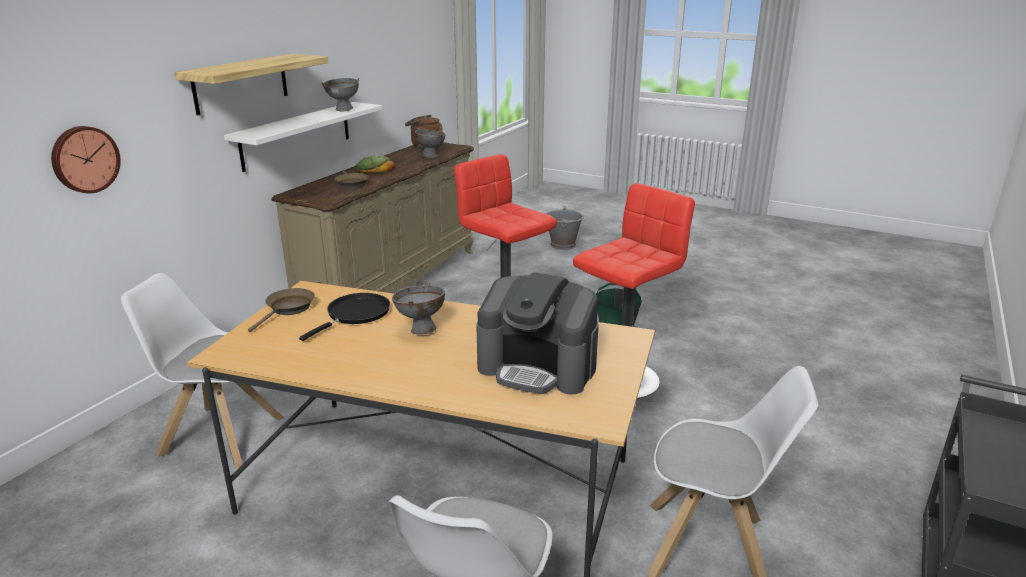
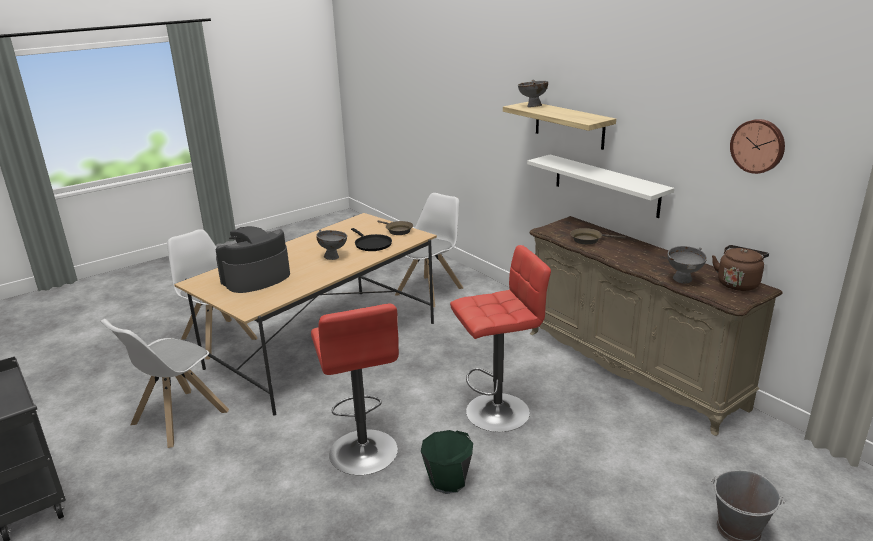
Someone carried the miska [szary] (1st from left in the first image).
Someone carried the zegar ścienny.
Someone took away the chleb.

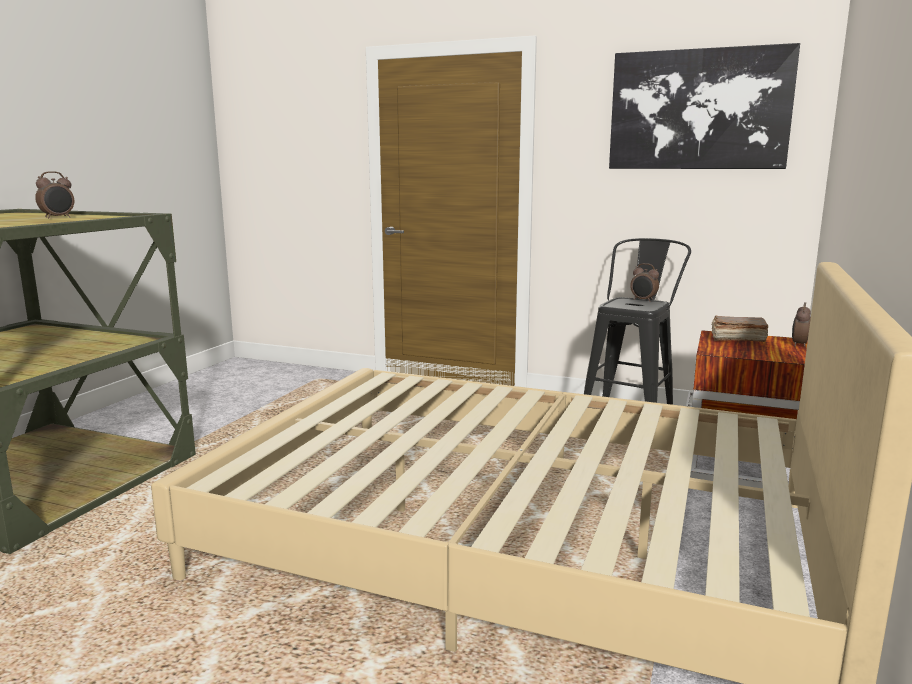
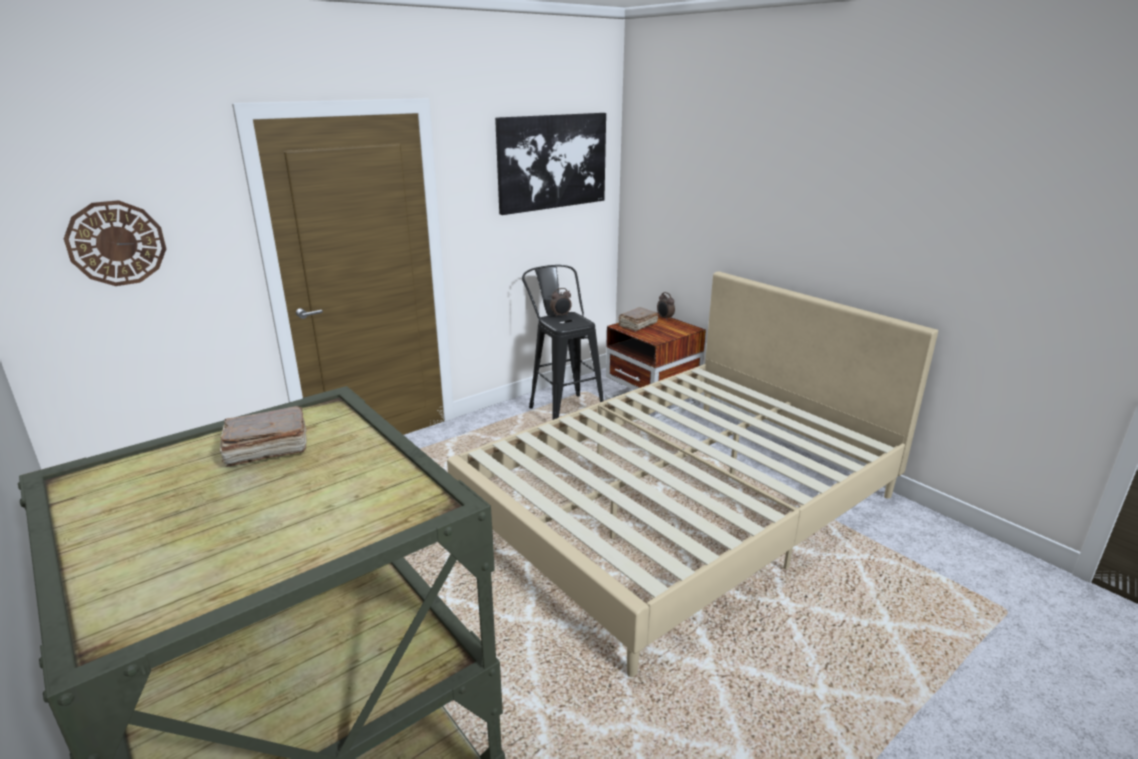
Someone put up the zegar ścienny.
Someone swapped the budzik (1st from left) for the książka [brązowy] (1st from left).

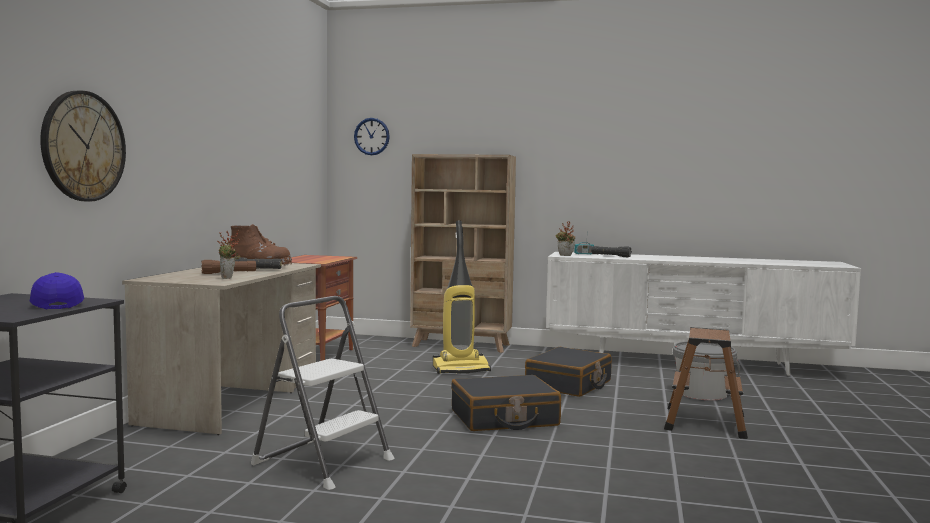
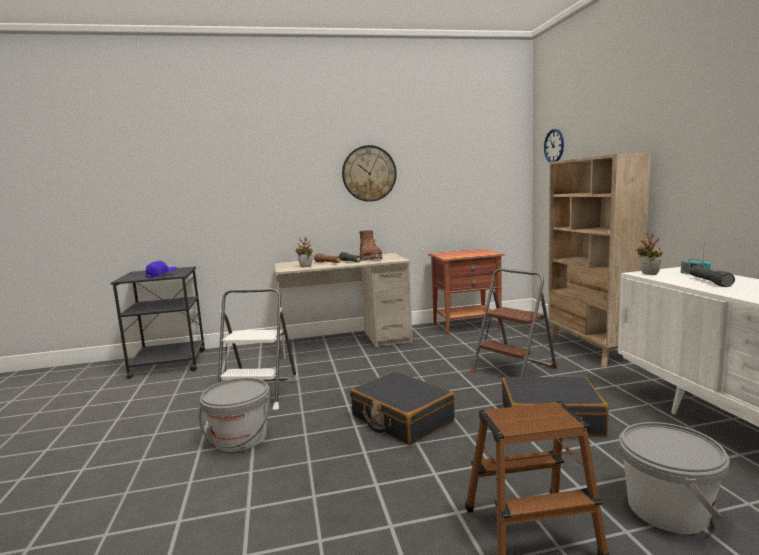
Someone put down the wiadro [szary] (1st from left).
Someone carried the zegar ścienny (1st from left).
Someone swapped the odkurzacz for the drabinka [brązowy] (1st from left).

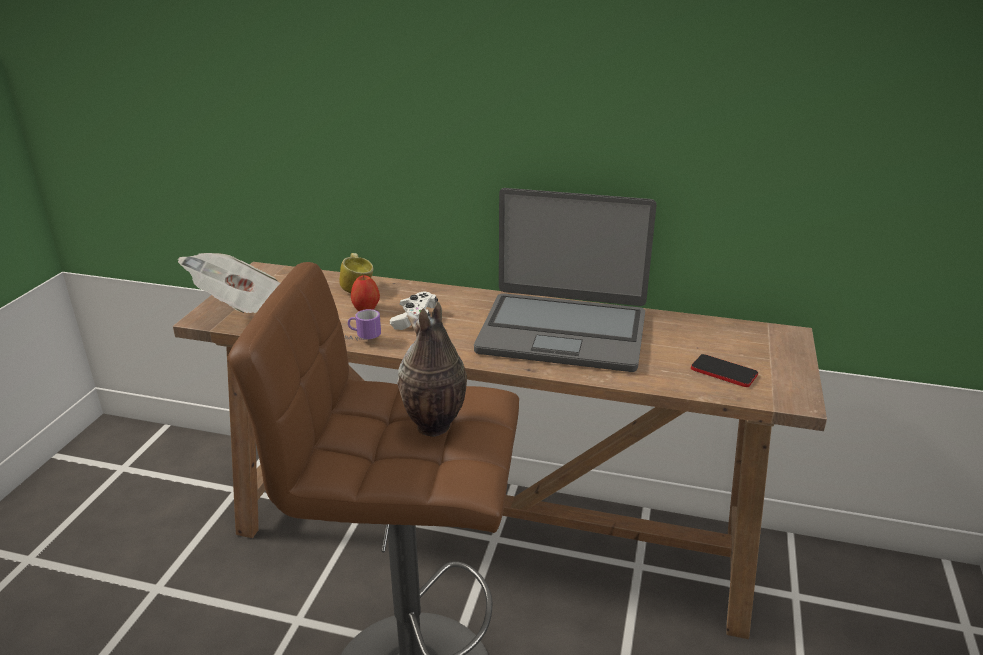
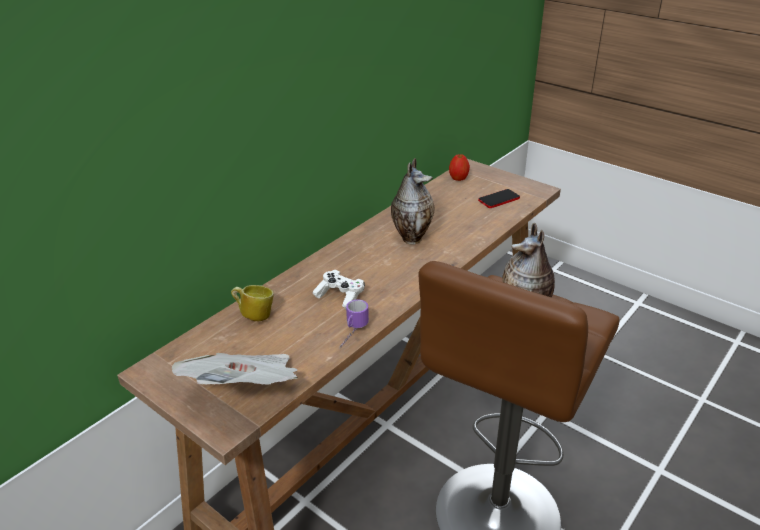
Someone swapped the laptop for the wazon (1st from left).
Someone carried the jabłko.

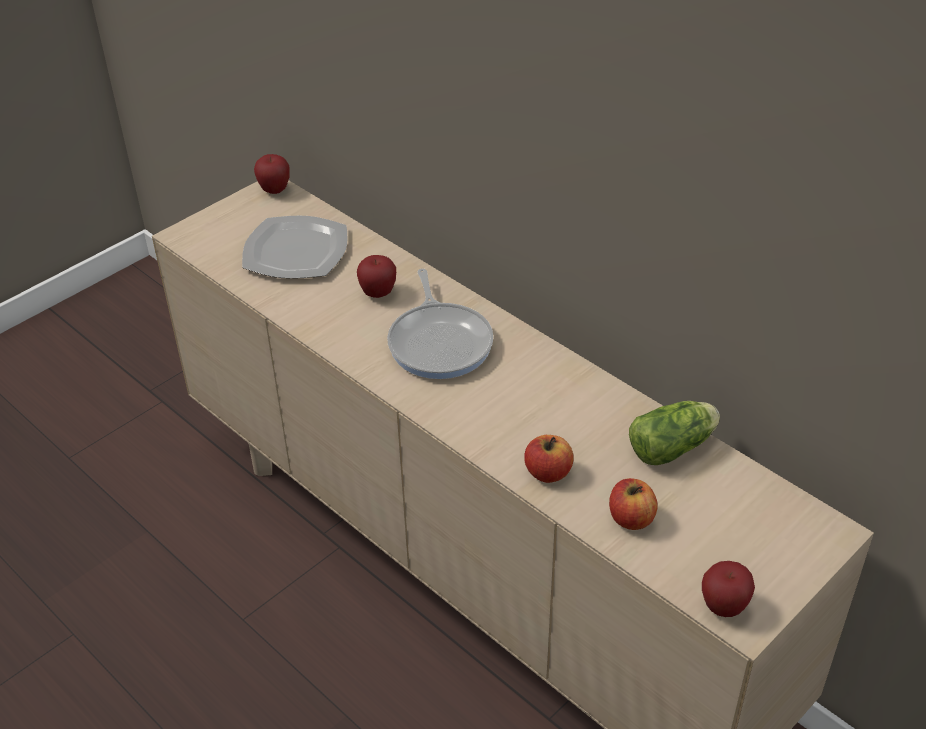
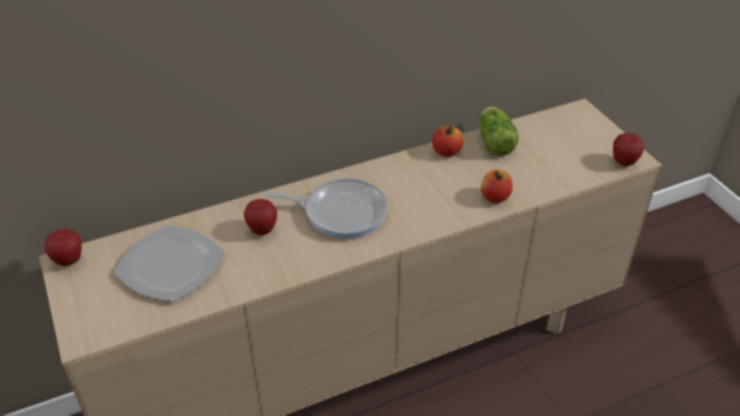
Someone carried the jabłko (4th from left in the first image).

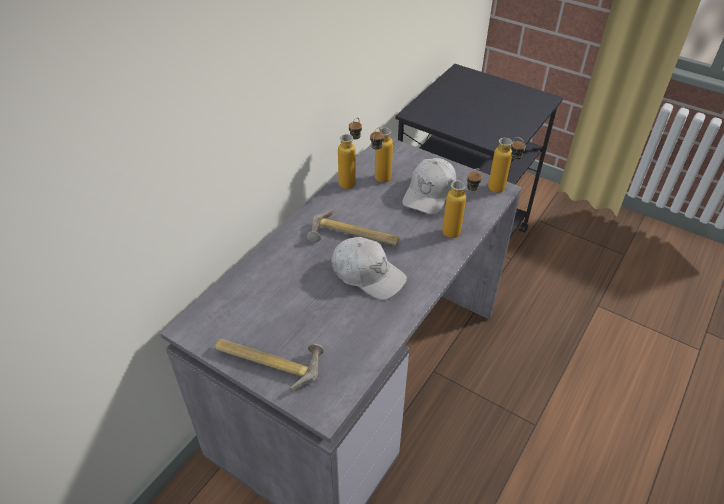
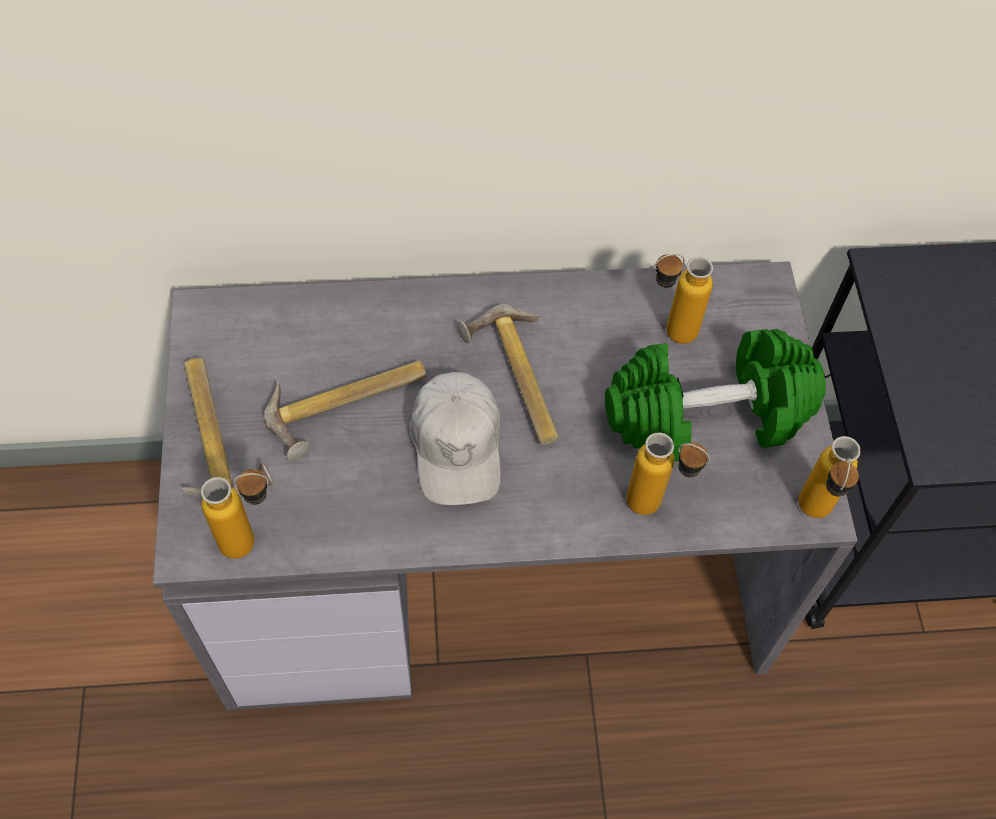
Someone carried the butelka (1st from left).
Someone put down the młotek (2nd from left).
Someone swapped the czapka z daszkiem [biały] (2nd from left) for the hantel [zielony].

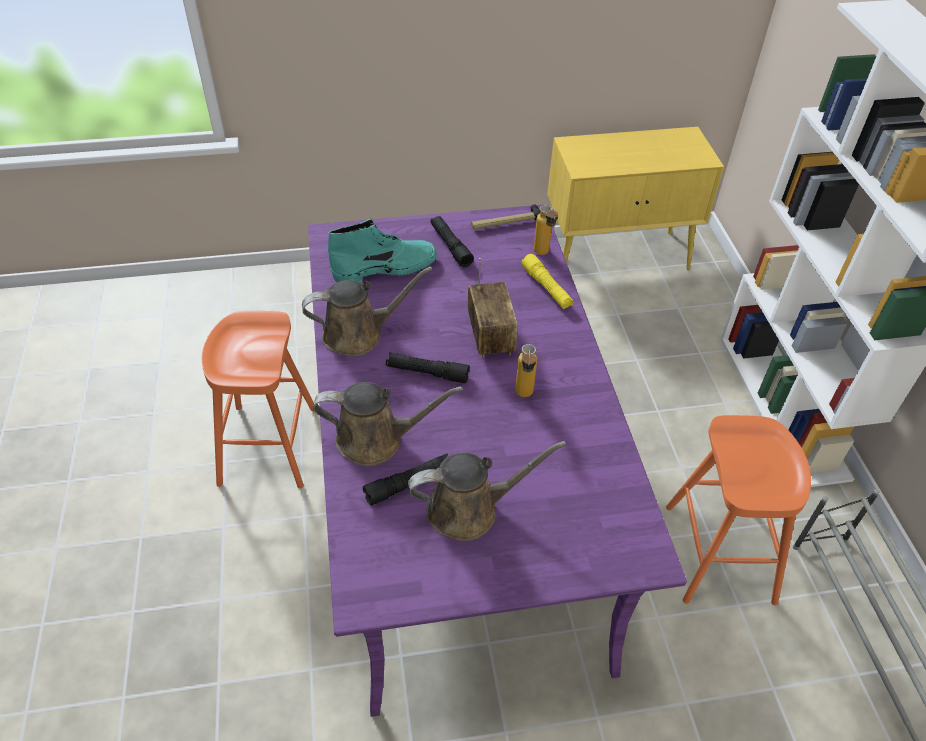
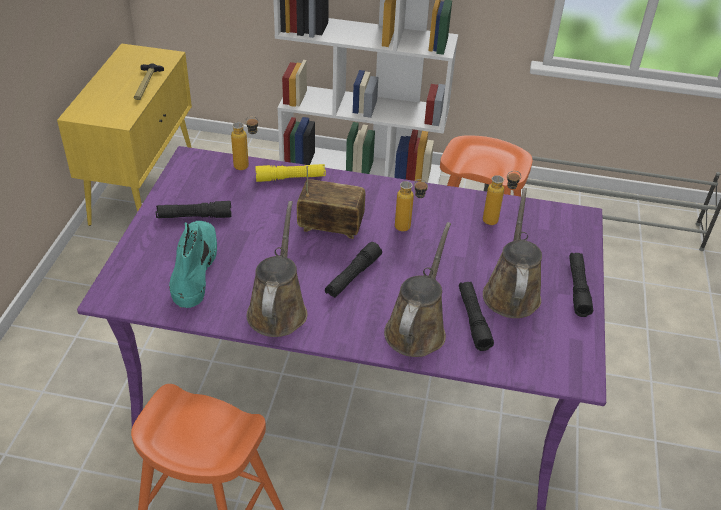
Someone carried the młotek.
Someone put down the butelka (3rd from left).
Someone put down the latarka [czarny] (4th from left).

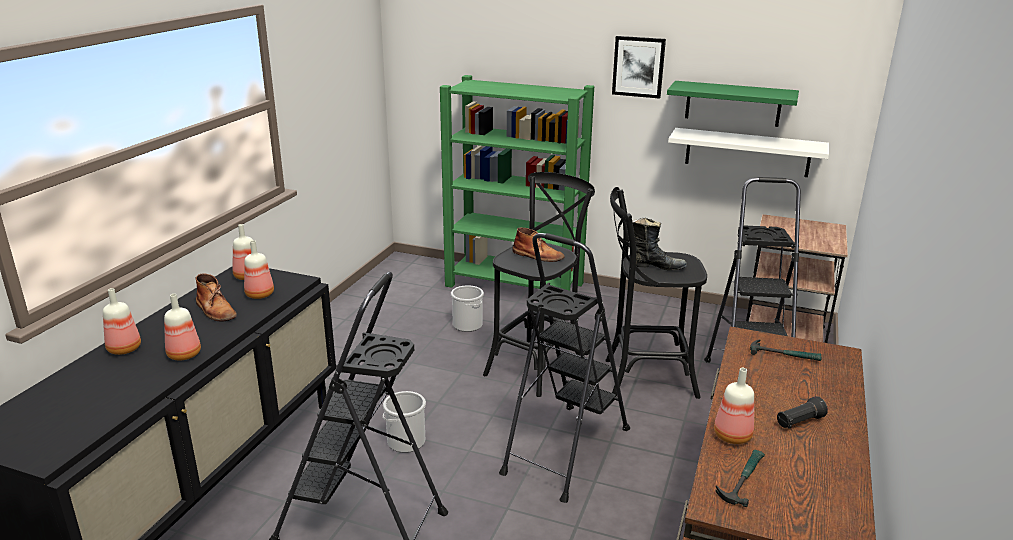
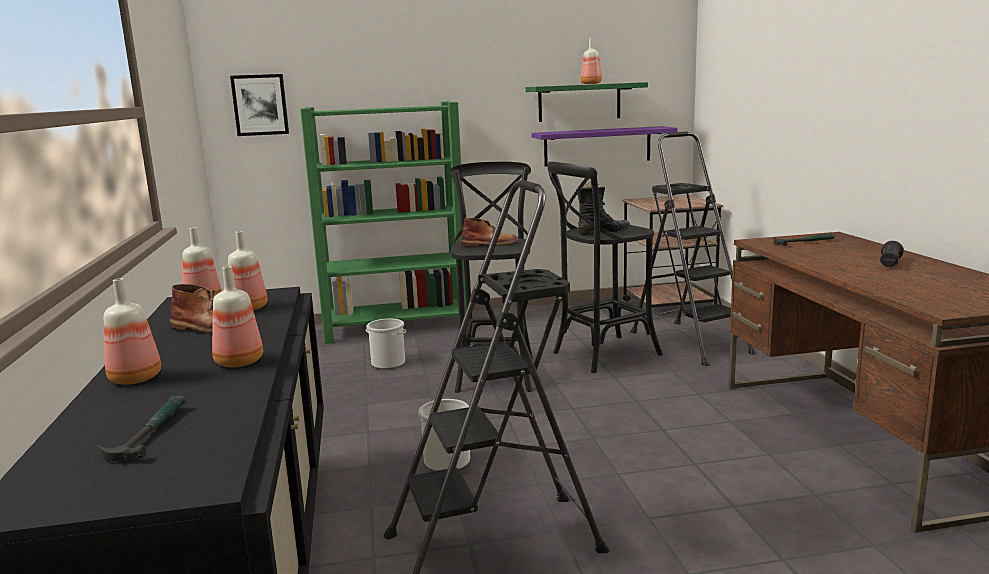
Someone carried the młotek (1st from left).
Someone carried the obraz.
Someone repainted the półka [biały], which became the półka [fioletowy].
Someone carried the butelka (5th from left).
Someone took away the drabinka (2nd from left).

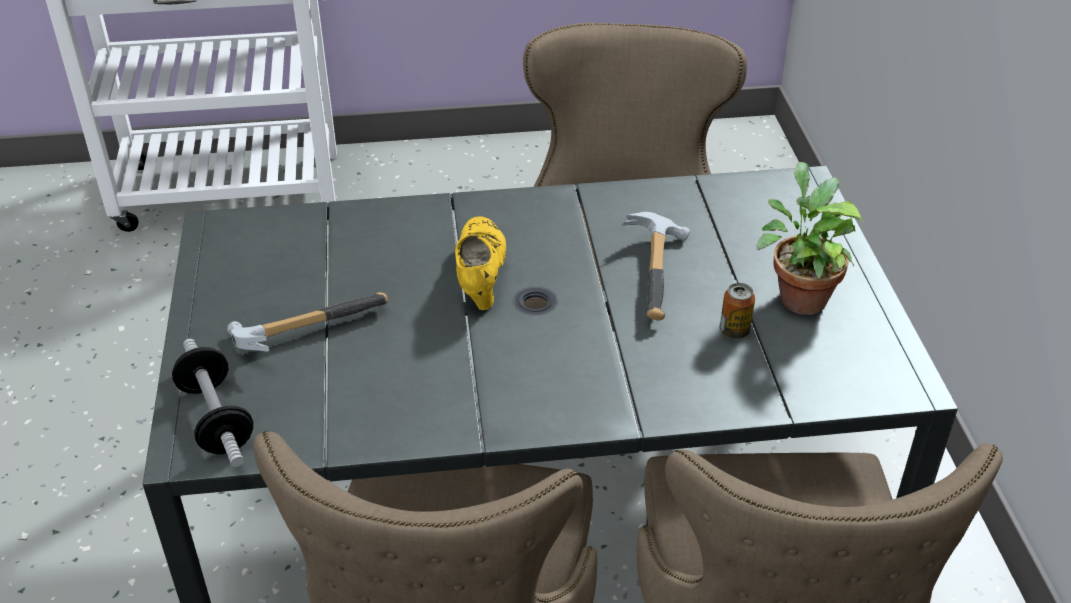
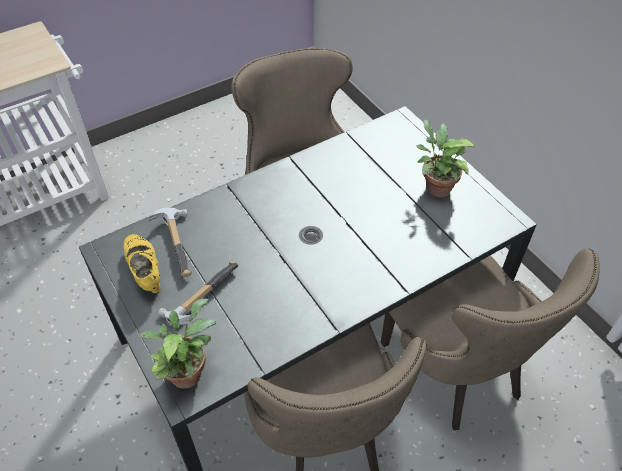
Someone carried the but [żółty].
Someone swapped the hantel for the roślina doniczkowa (1st from left).
Someone carried the młotek (2nd from left in the first image).
Someone took away the puszka.

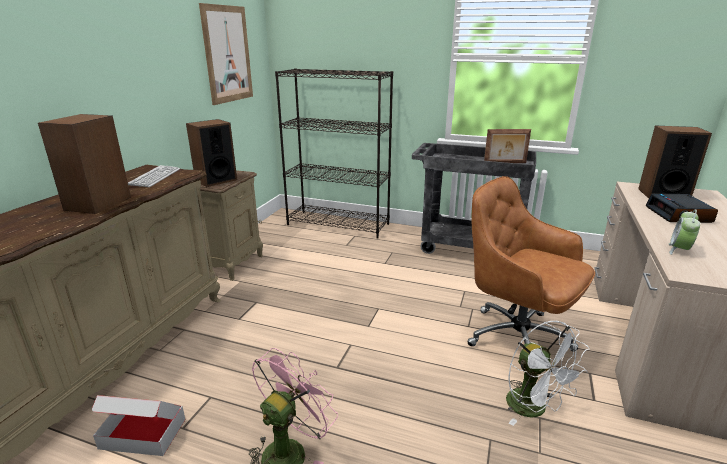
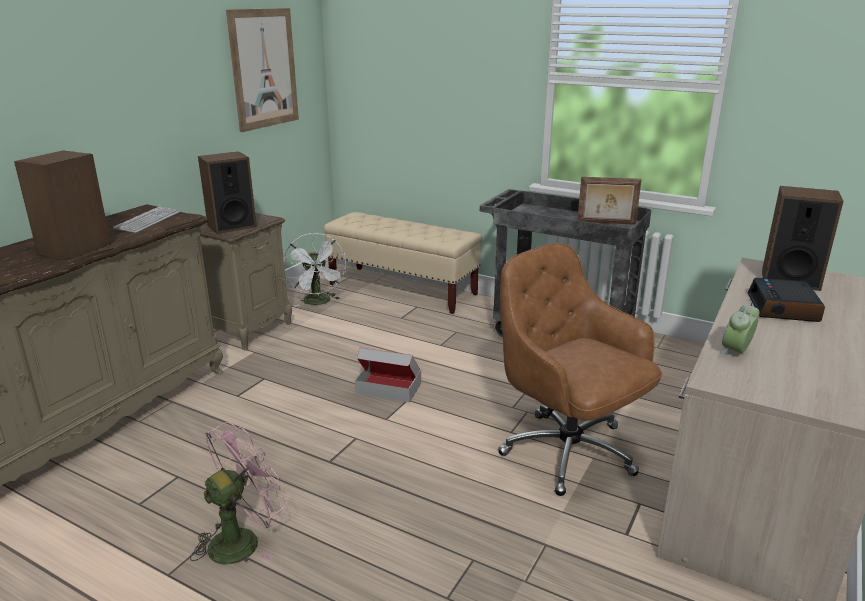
Someone carried the wentylator [biały].
Someone swapped the regał [czarny] for the ławka [beżowy].
Someone carried the karton.

